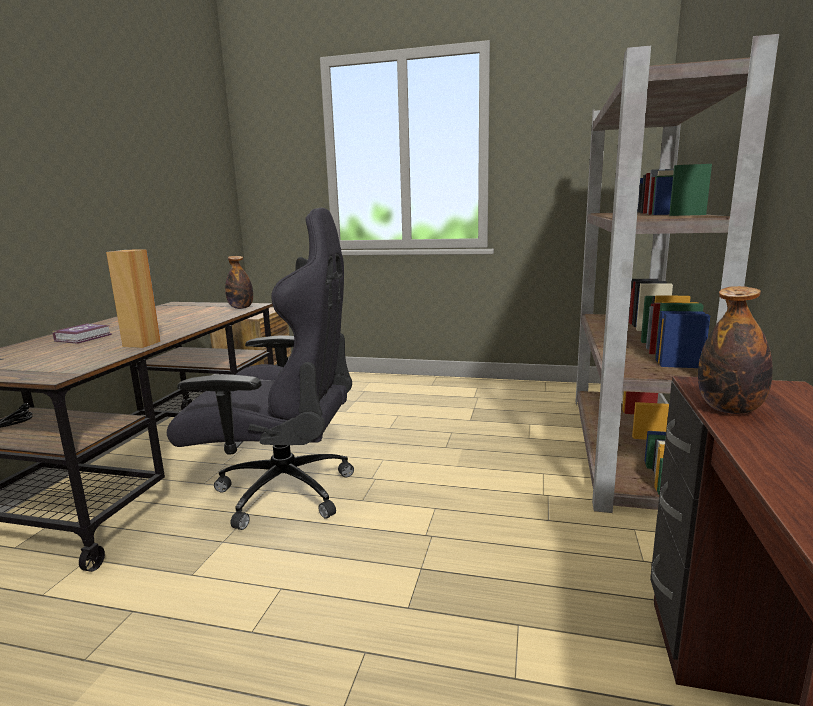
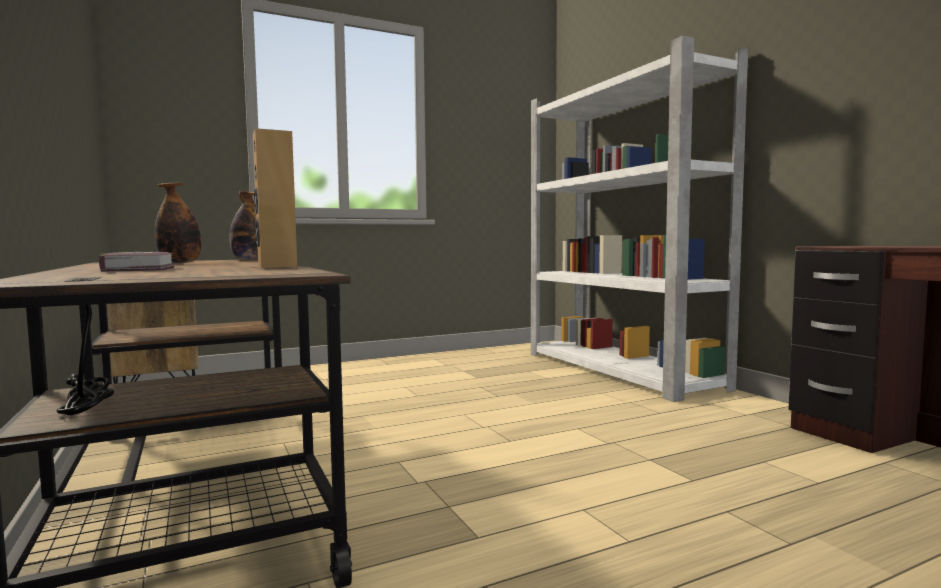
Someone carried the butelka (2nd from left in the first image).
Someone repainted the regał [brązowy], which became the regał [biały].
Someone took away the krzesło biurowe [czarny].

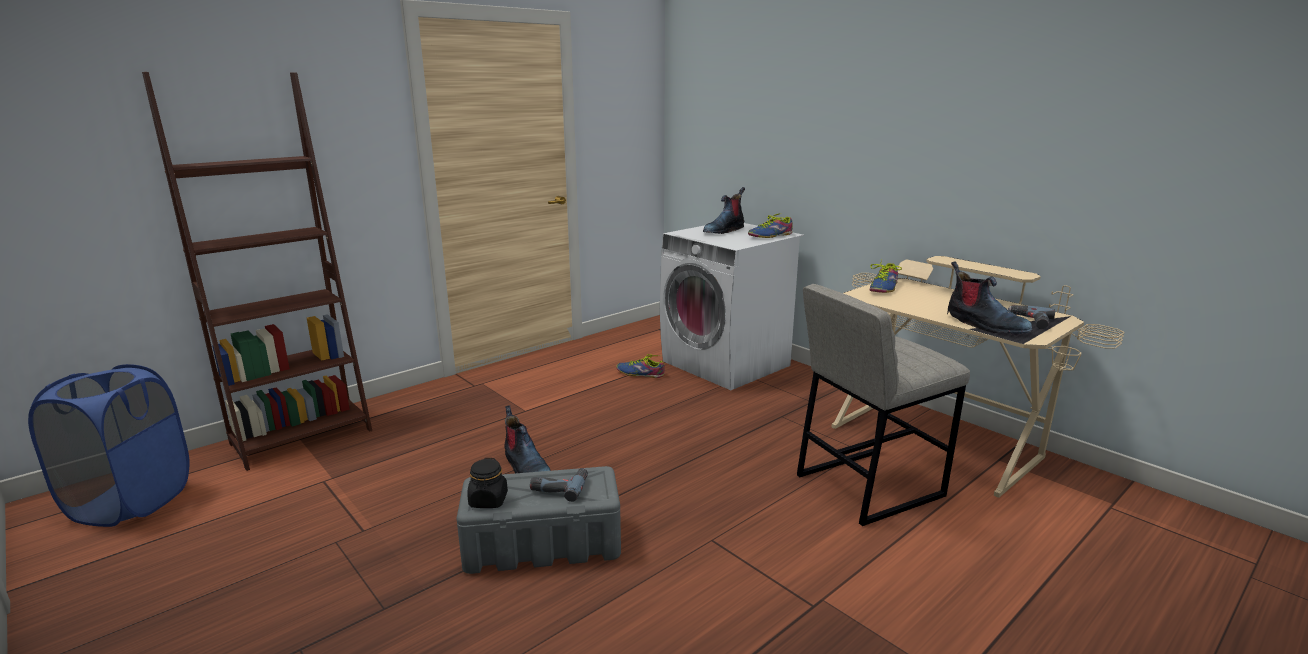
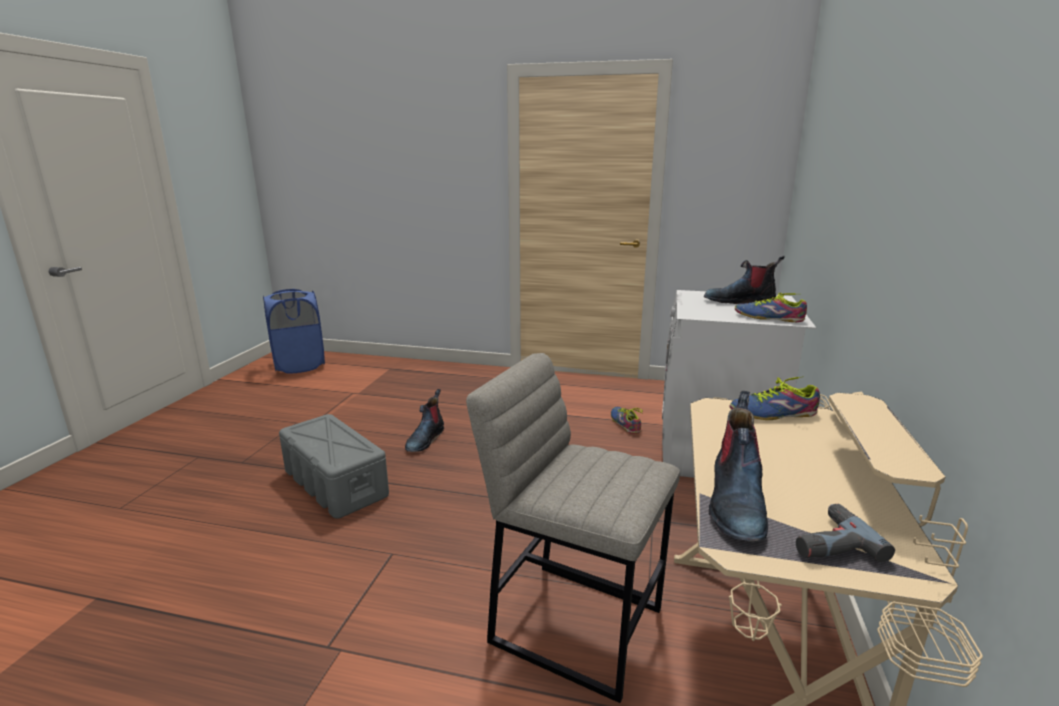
Someone took away the regał [brązowy].
Someone took away the słoik [czarny].
Someone took away the wiertarka (1st from left).

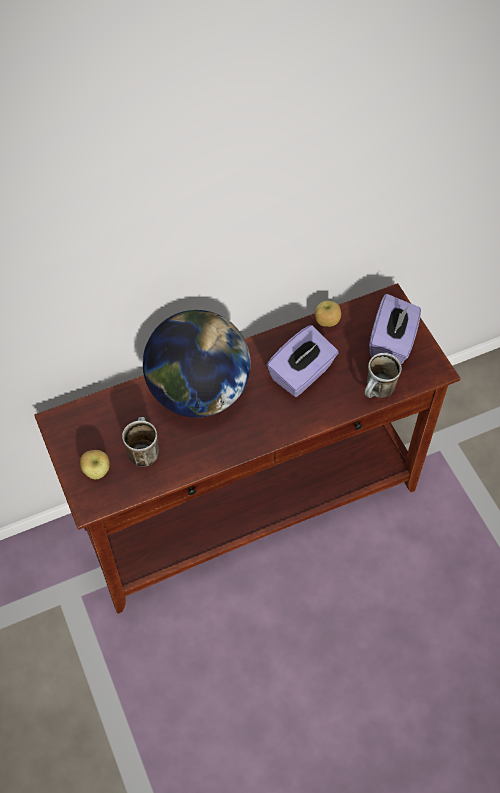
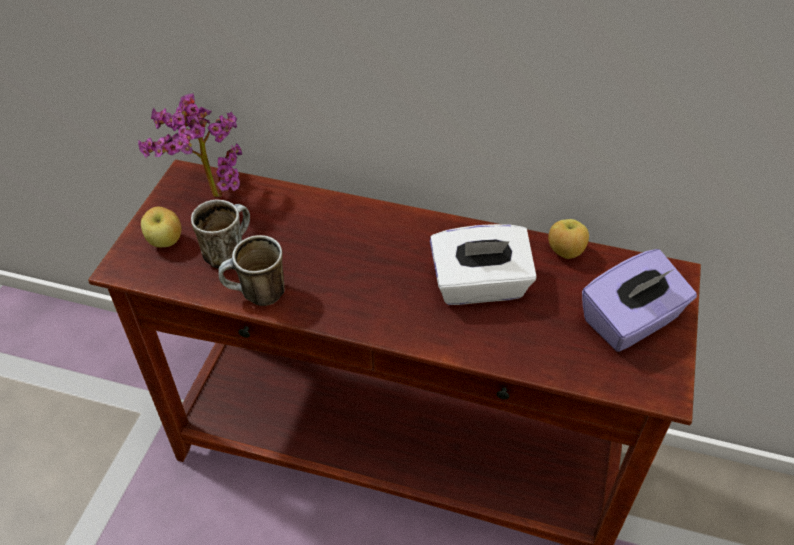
Someone put down the roślina doniczkowa.
Someone carried the kubek (2nd from left).
Someone repainted the pudełko chusteczek [fioletowy] (1st from left), which became the pudełko chusteczek [biały].
Someone took away the globus.

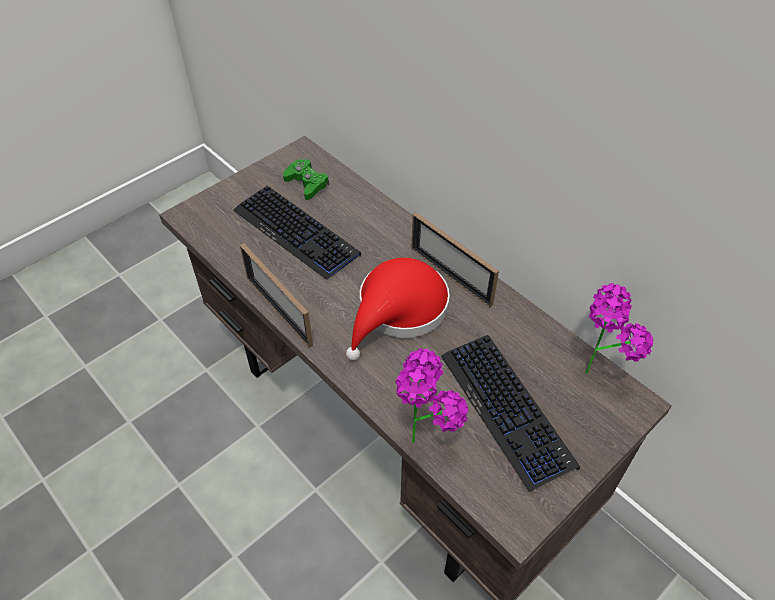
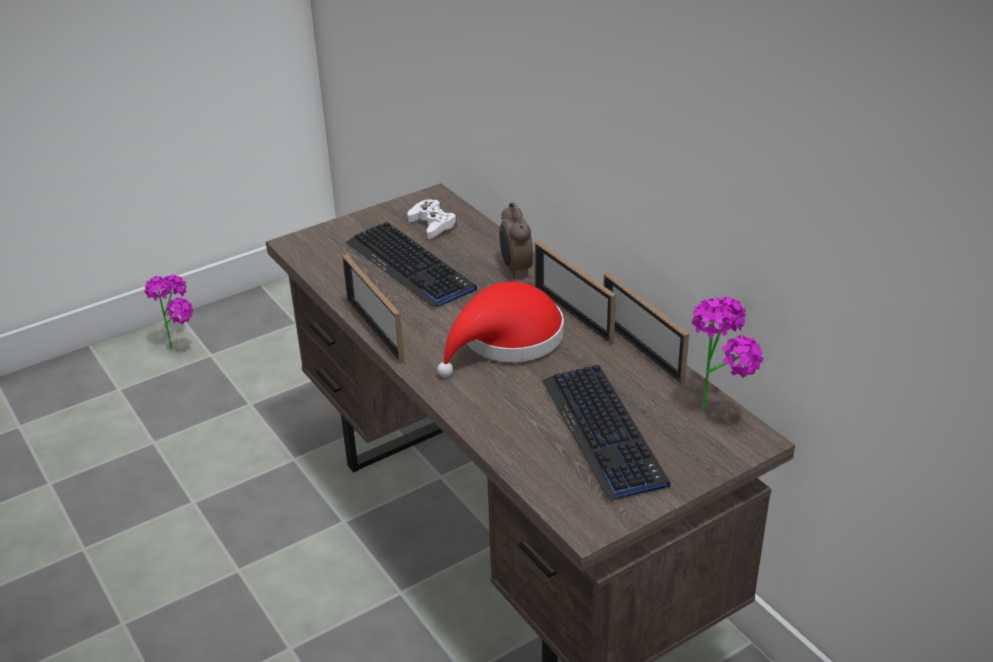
Someone carried the roślina doniczkowa (1st from left).
Someone repainted the pad do gier [zielony], which became the pad do gier [biały].
Someone put down the budzik.
Someone put down the ramka na zdjęcie (3rd from left).

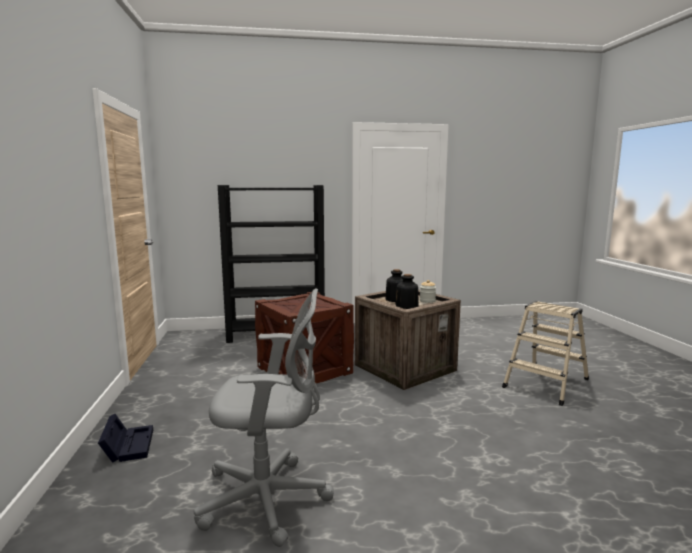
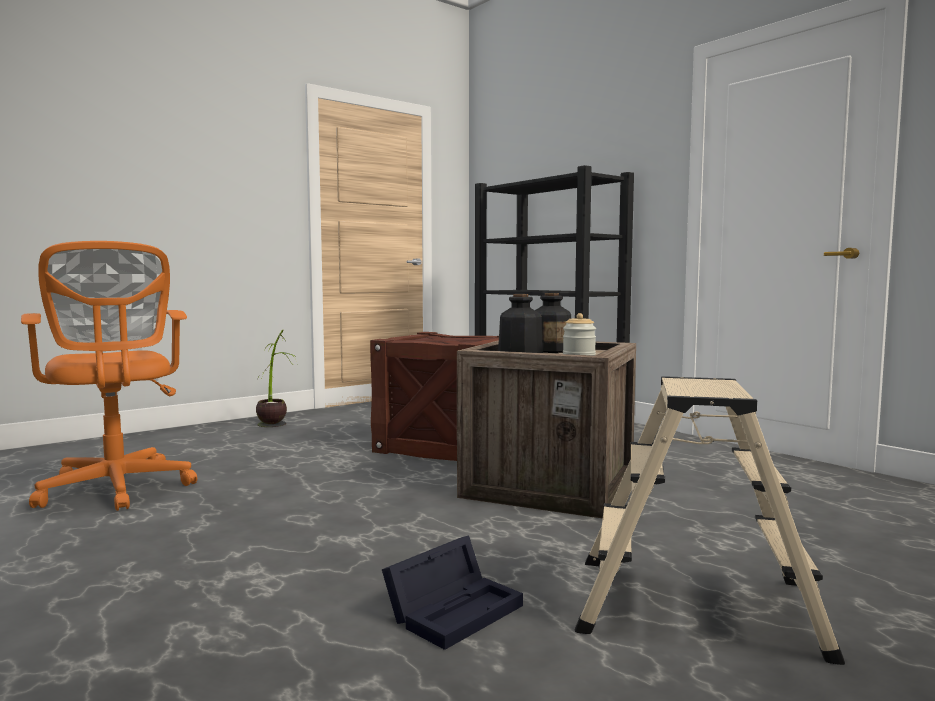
Someone repainted the krzesło biurowe [szary], which became the krzesło biurowe [pomarańczowy].
Someone put down the roślina doniczkowa.
Someone carried the pojemnik do przechowywania [czarny].

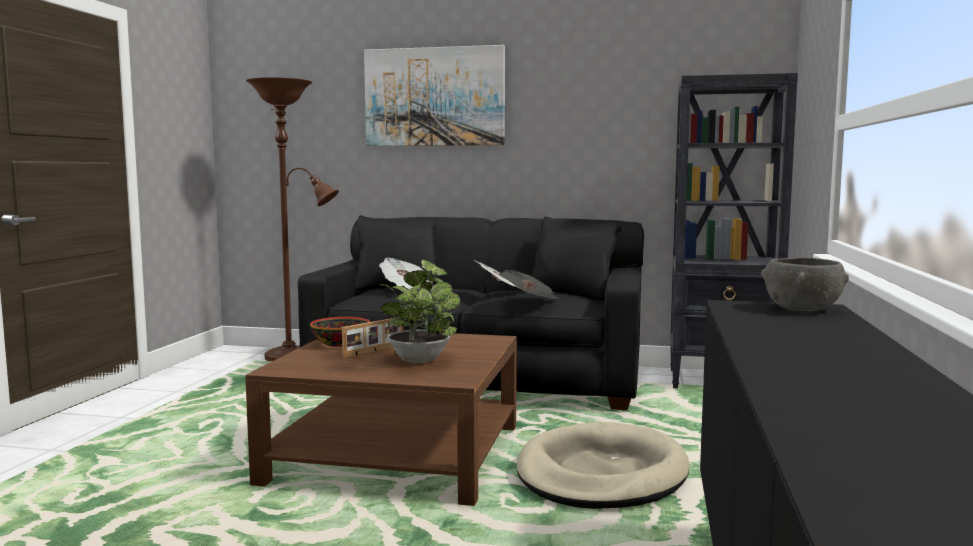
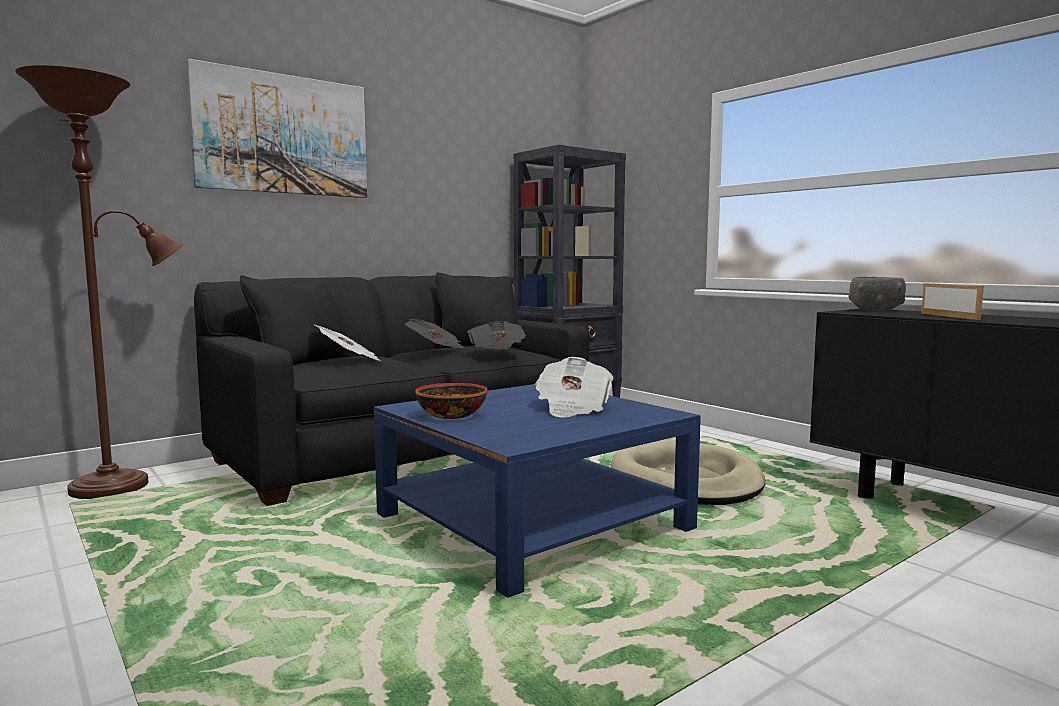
Someone repainted the ława [brązowy], which became the ława [niebieski].
Someone swapped the roślina doniczkowa for the gazeta (4th from left).
Someone carried the ramka na zdjęcie.

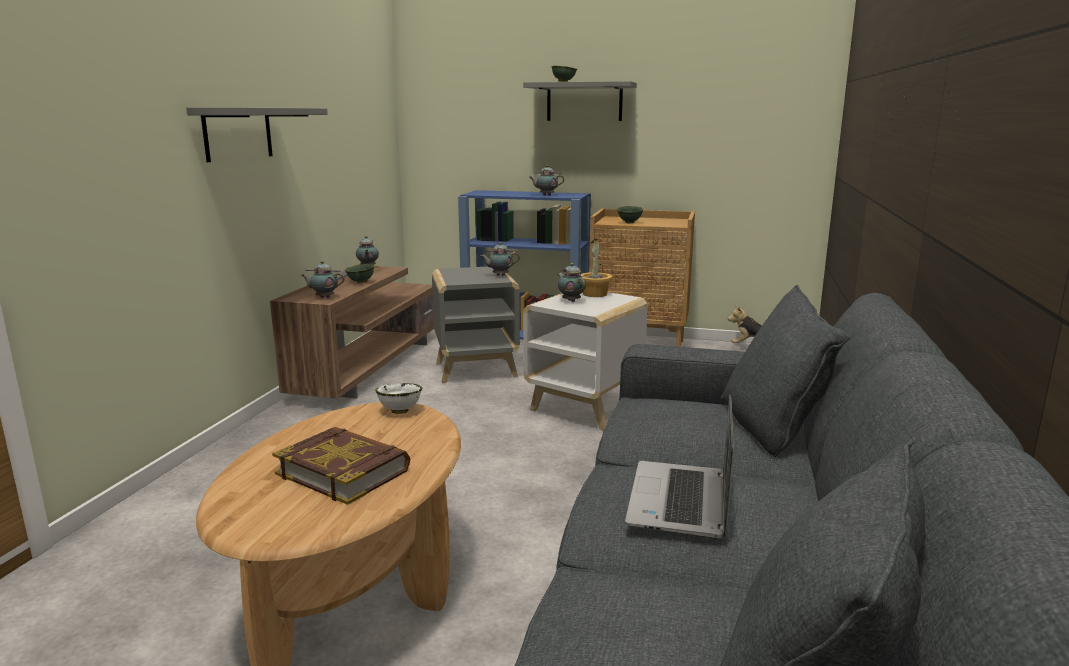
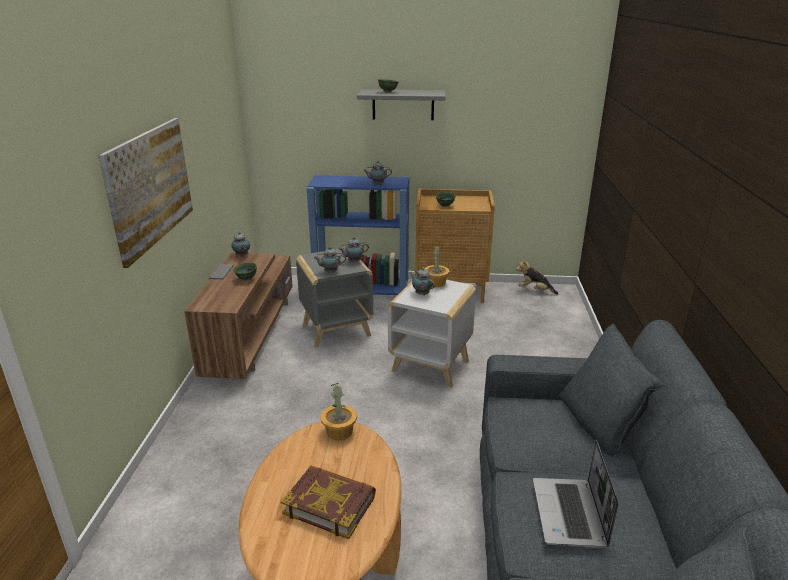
Someone swapped the półka [szary] (1st from left) for the obraz.
Someone carried the imbryk (1st from left in the first image).
Someone swapped the miska [biały] for the roślina doniczkowa (1st from left).

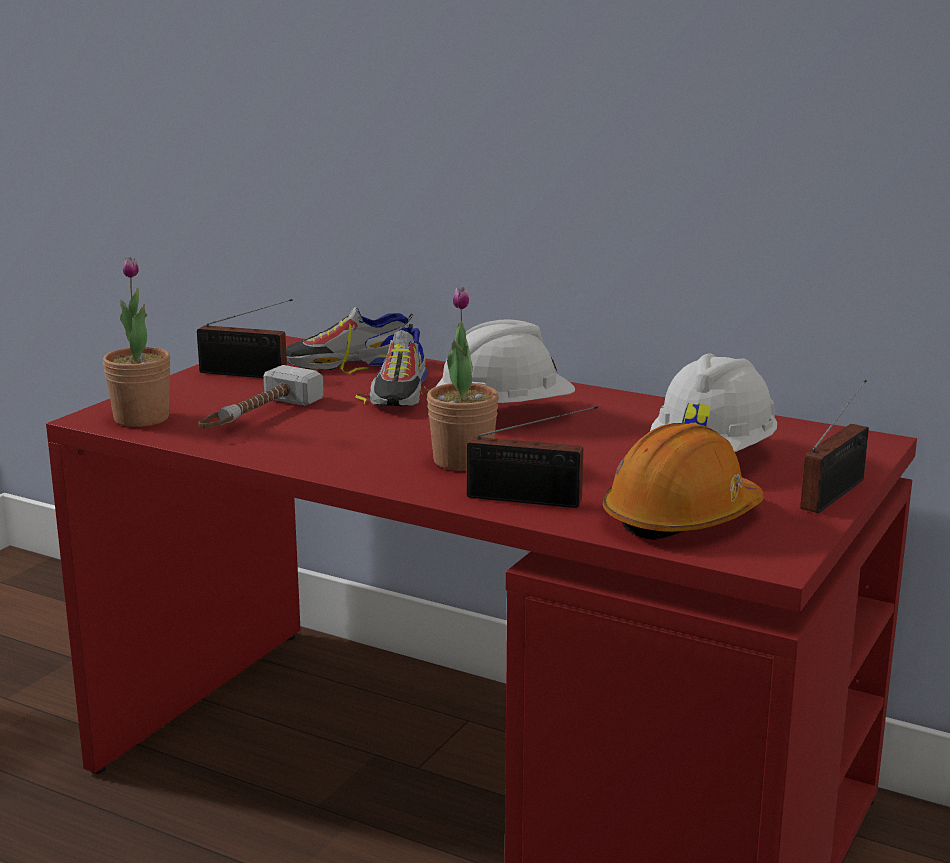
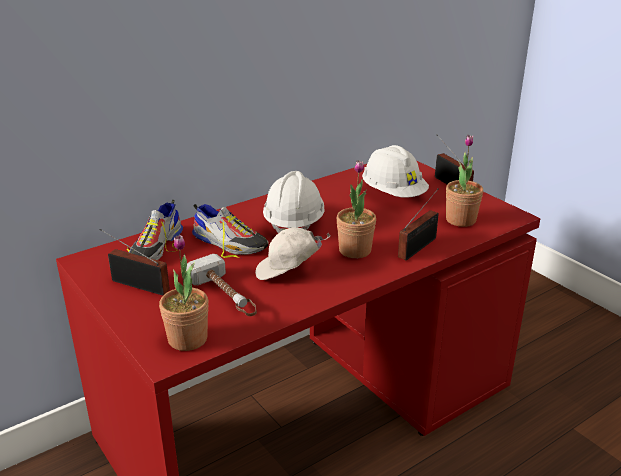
Someone rotated the radio (1st from left) by 105 degrees counterclockwise.
Someone put down the czapka z daszkiem [biały].
Someone swapped the kask [pomarańczowy] for the roślina doniczkowa (3rd from left).

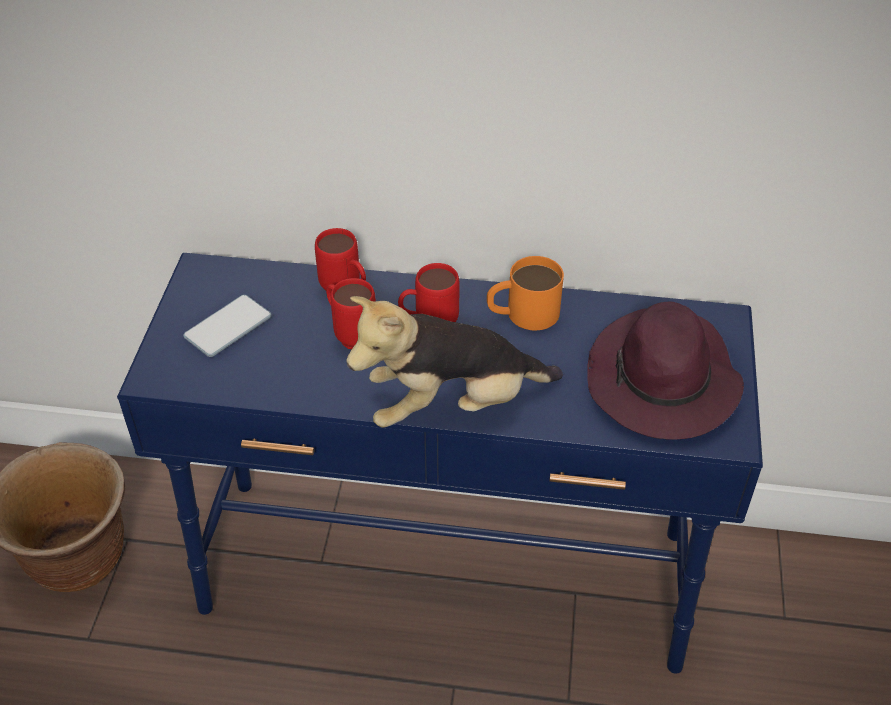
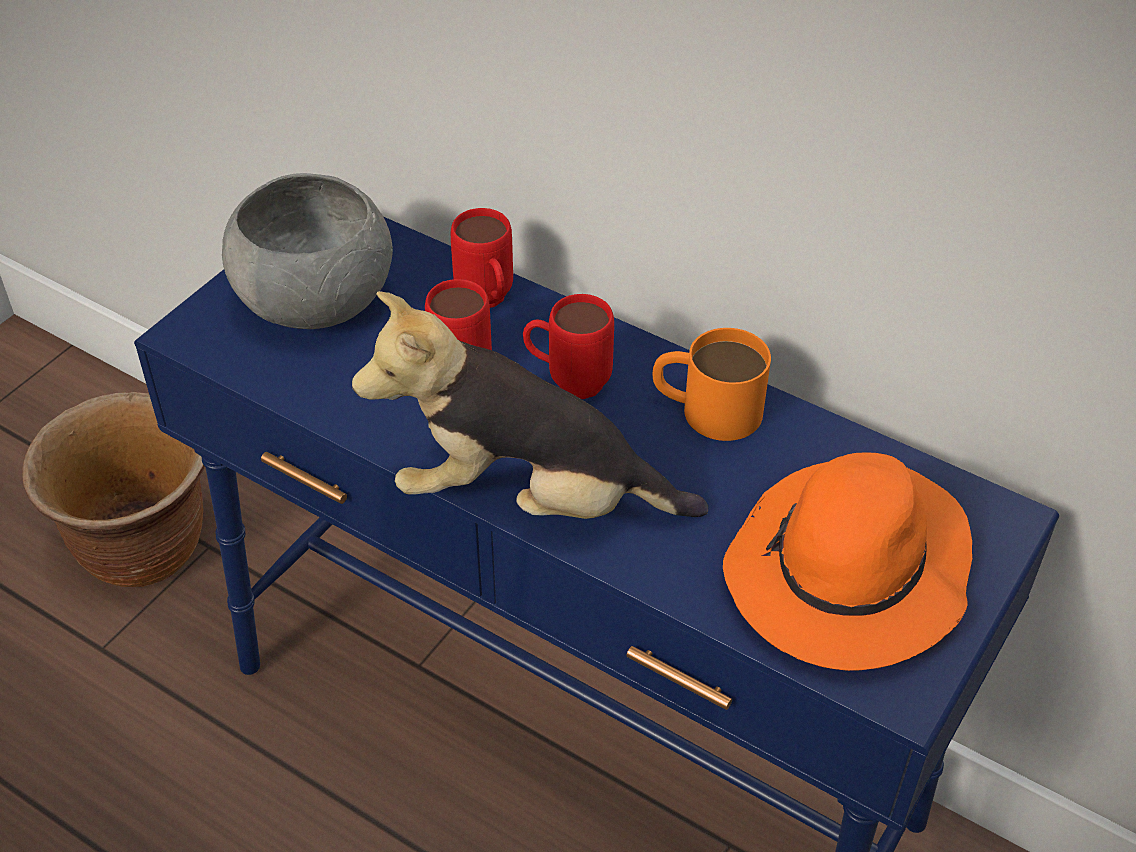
Someone swapped the telefon for the miska [szary].
Someone repainted the kapelusz [fioletowy], which became the kapelusz [pomarańczowy].

